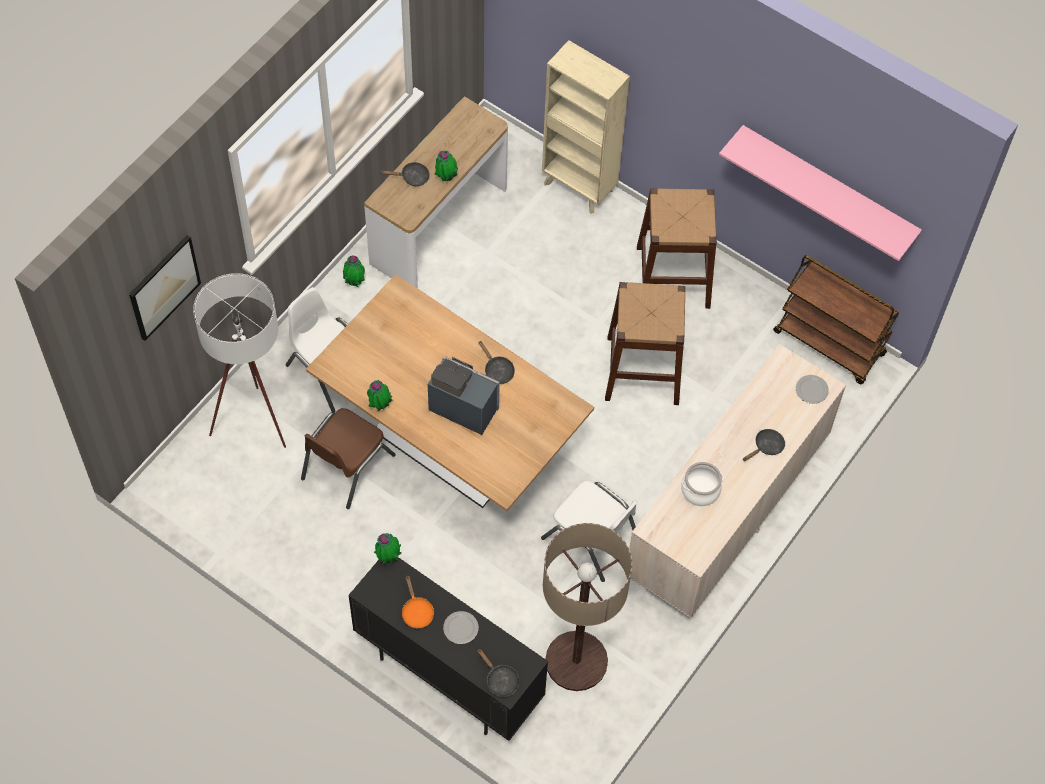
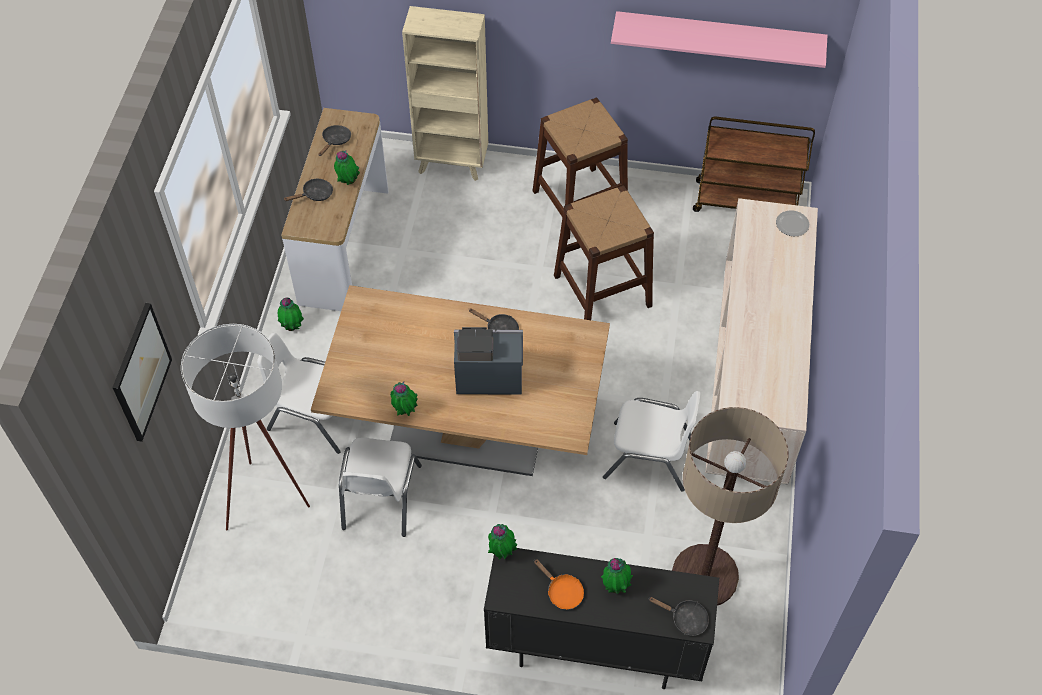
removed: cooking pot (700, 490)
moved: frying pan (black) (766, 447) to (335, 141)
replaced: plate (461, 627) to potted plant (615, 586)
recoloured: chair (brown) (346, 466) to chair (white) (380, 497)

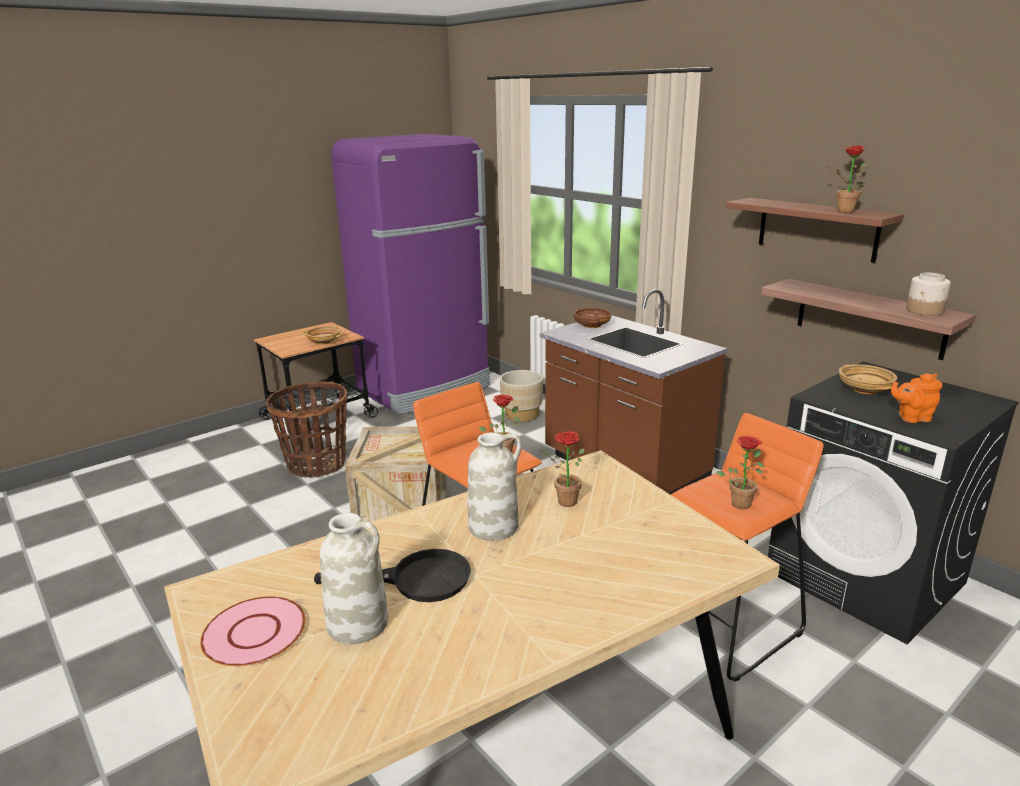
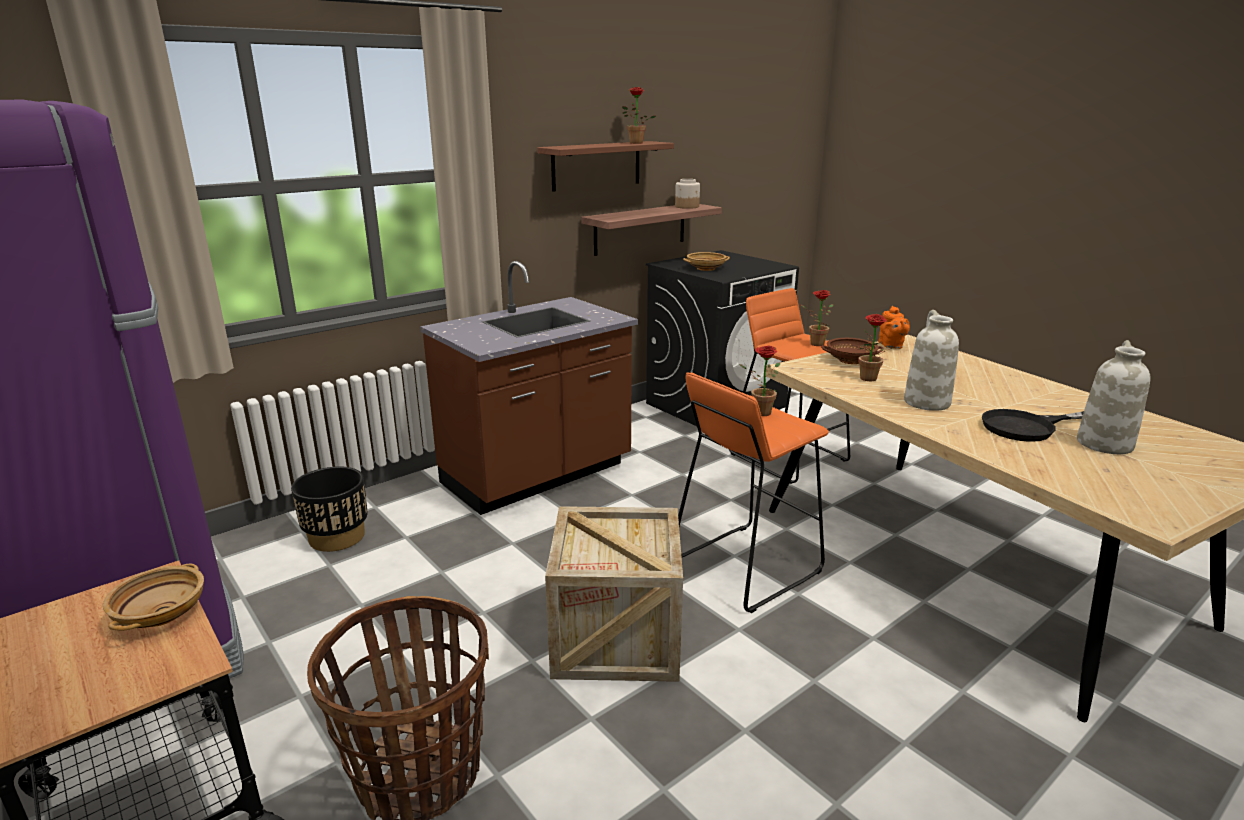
removed: plate (pink) (254, 633)
moved: bowl (brown) (591, 325) to (850, 360); teapot (orange) (911, 418) to (891, 346)
recoloured: planter (beige) (522, 414) to planter (black) (337, 537)
turned: frying pan (black) (415, 579) = (1028, 427) 105 degrees counterclockwise

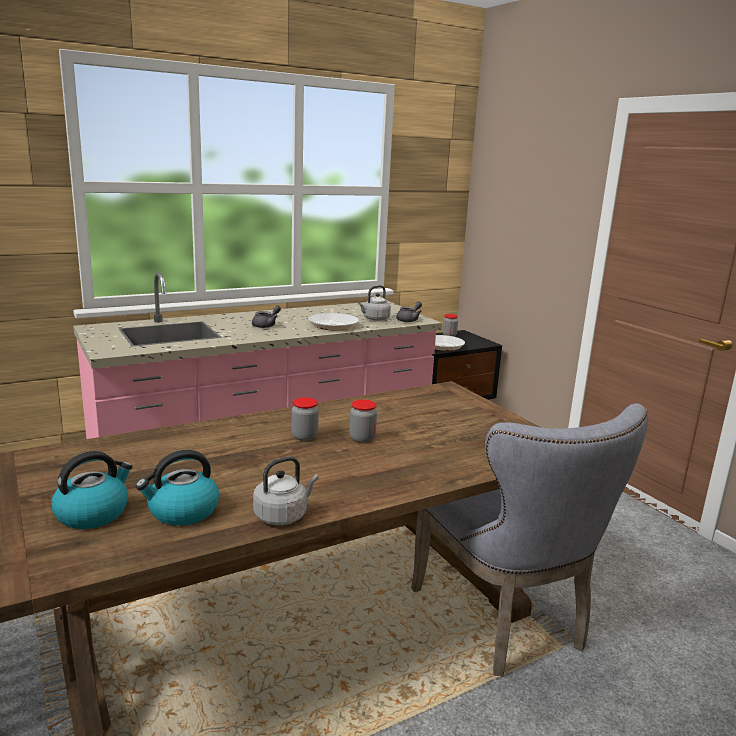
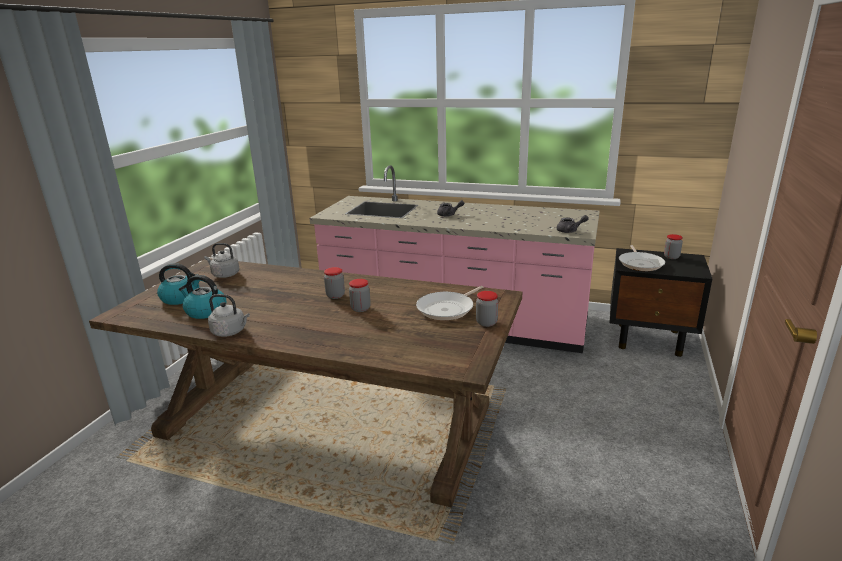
removed: chair (grey) (507, 623)
added: jar (486, 322)
moved: frying pan (333, 324) to (448, 309); kettle (grey) (374, 319) to (224, 275)

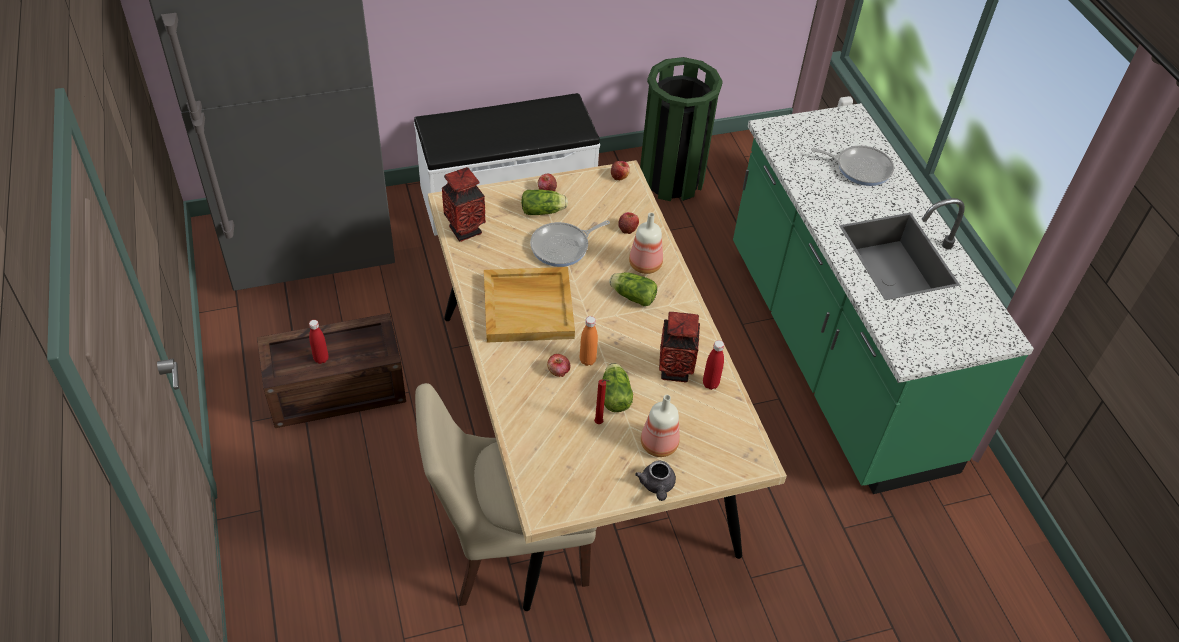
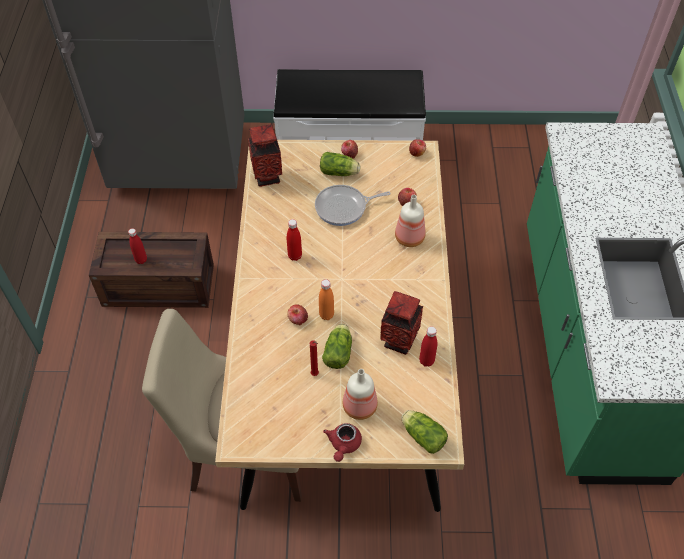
removed: trash can (green) (671, 179); frying pan (860, 168)
moved: lettuce (631, 296) to (422, 435)
replaced: tray (beige) (529, 307) to bottle (red) (295, 256)
recoloured: teapot (grey) (657, 486) to teapot (red) (343, 445)

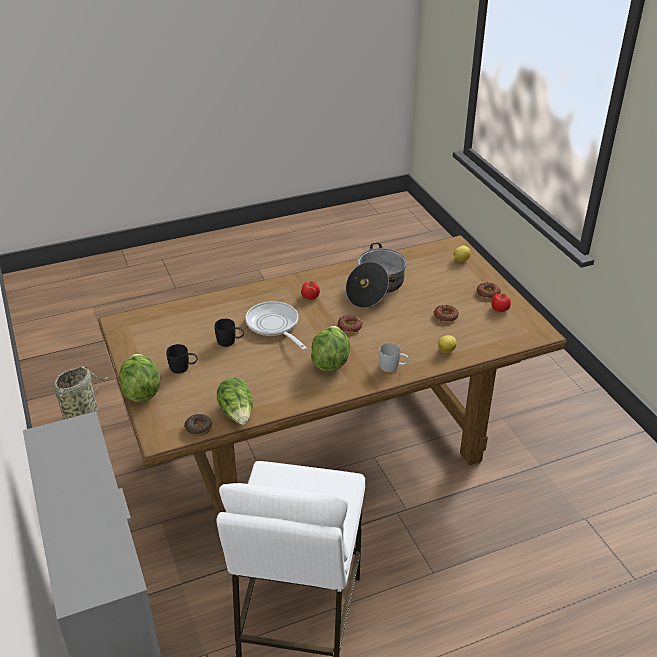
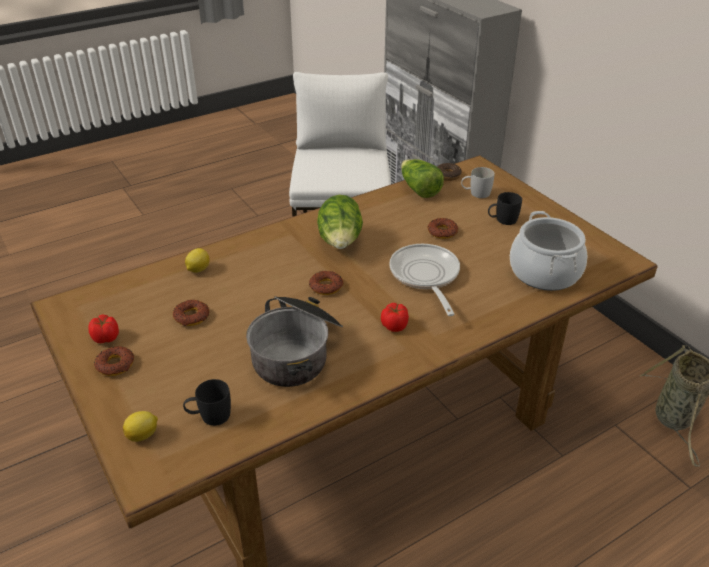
removed: lettuce (141, 390)
added: donut (442, 232); cooking pot (545, 272)
moved: mug (black) (230, 341) to (209, 416); mug (white) (393, 367) to (475, 193)
turned: frying pan (274, 326) = (425, 276) 150 degrees counterclockwise

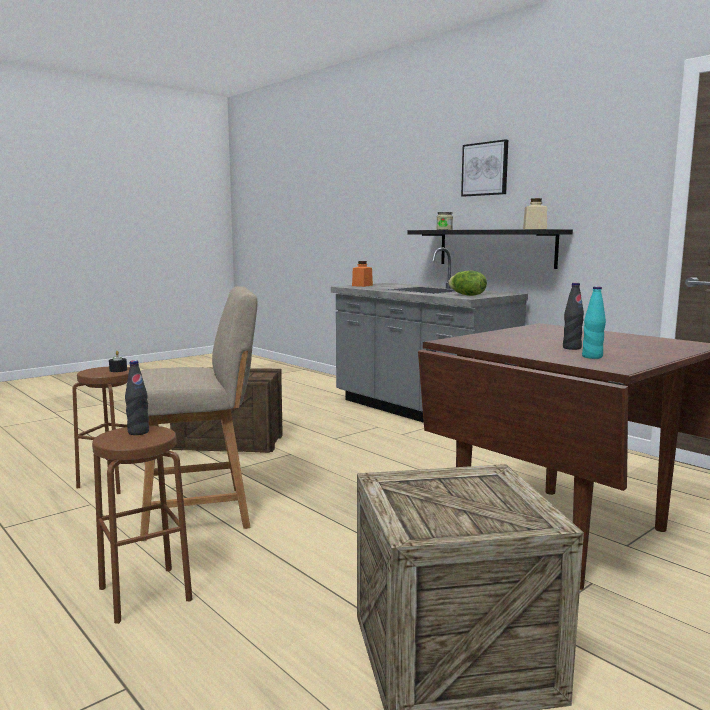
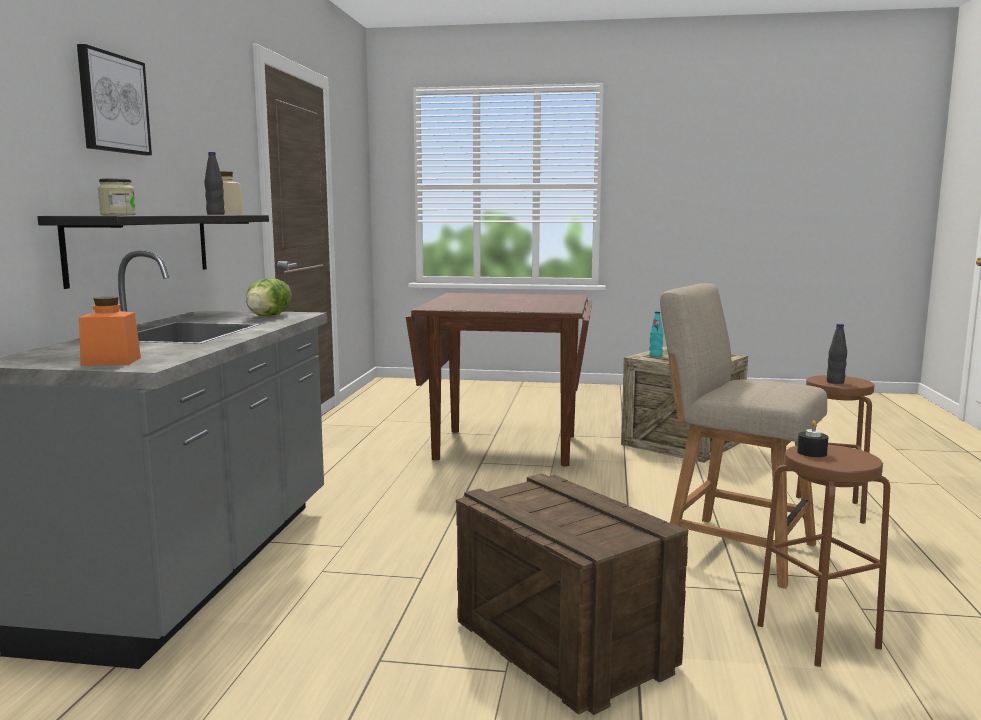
moved: bottle (black) (571, 348) to (215, 214); bottle (turquoise) (592, 357) to (655, 356)

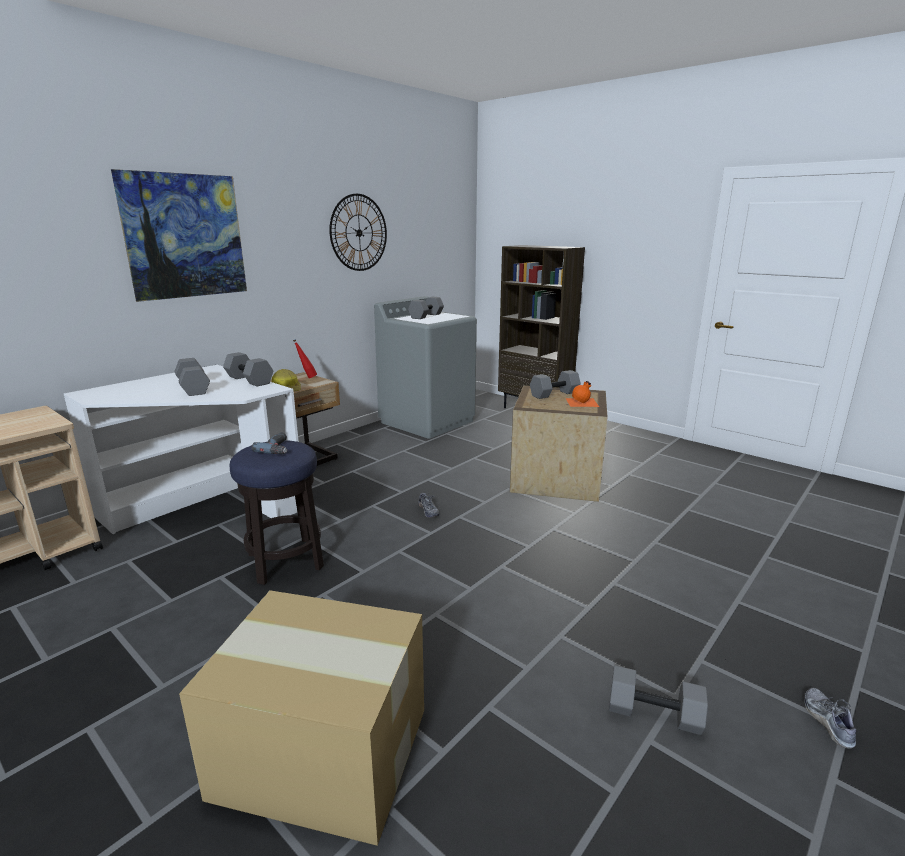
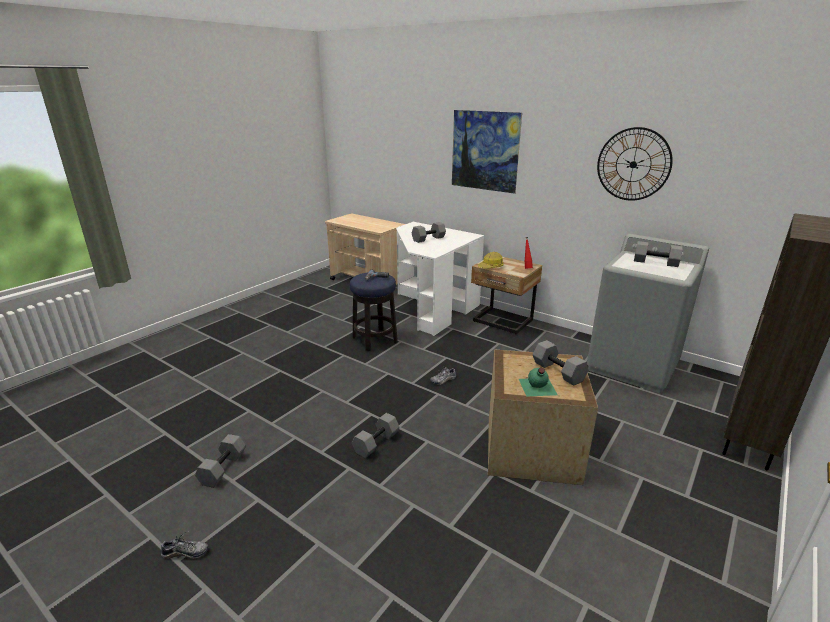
removed: cardboard box (324, 754)
moved: dumbbell (grey) (250, 380) to (376, 443)
recoloured: bottle (orange) (582, 402) to bottle (green) (537, 387)

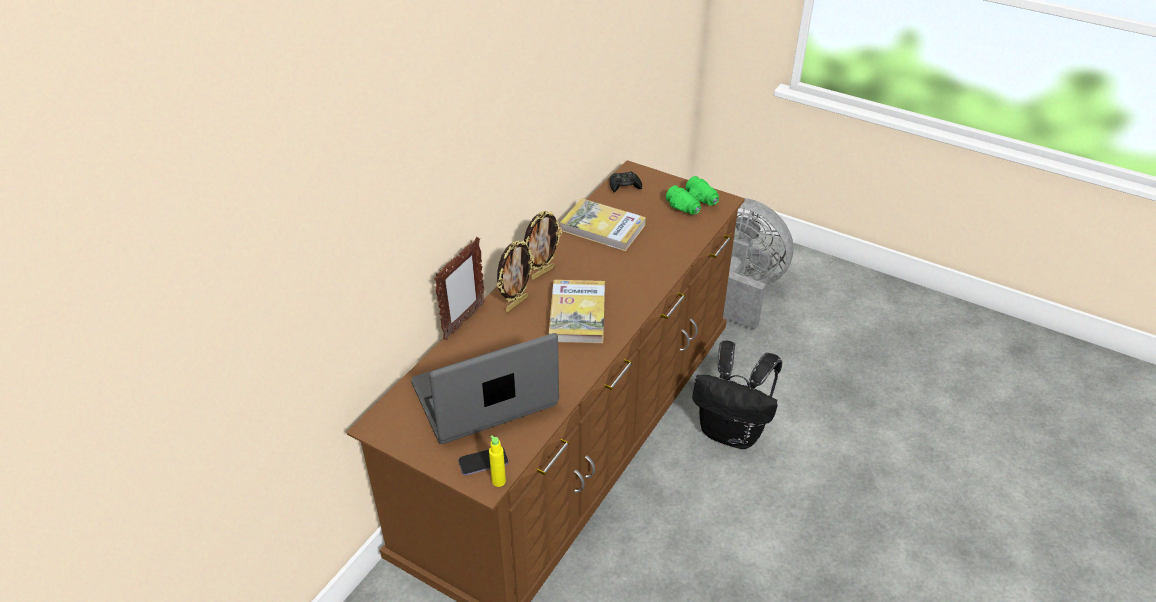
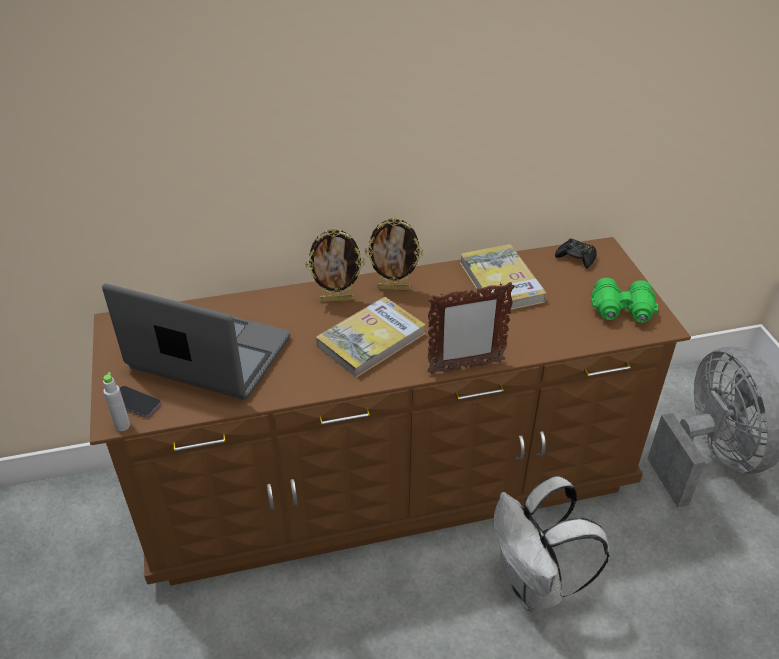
moved: picture frame (464, 321) to (465, 367)
recoloured: bottle (yellow) (498, 481) to bottle (grey) (122, 425); backpack (black) (732, 432) to backpack (white) (534, 585)

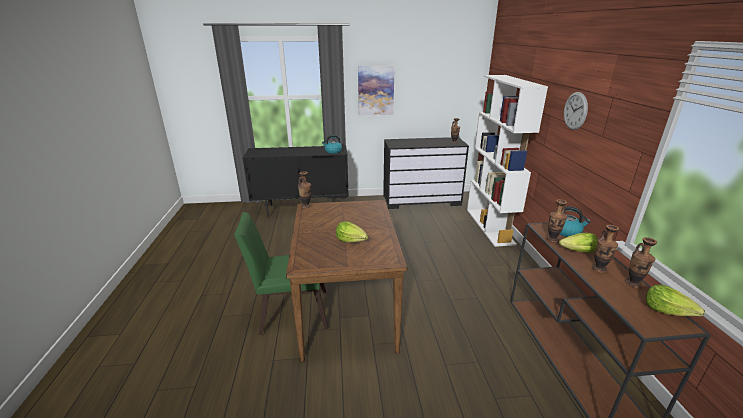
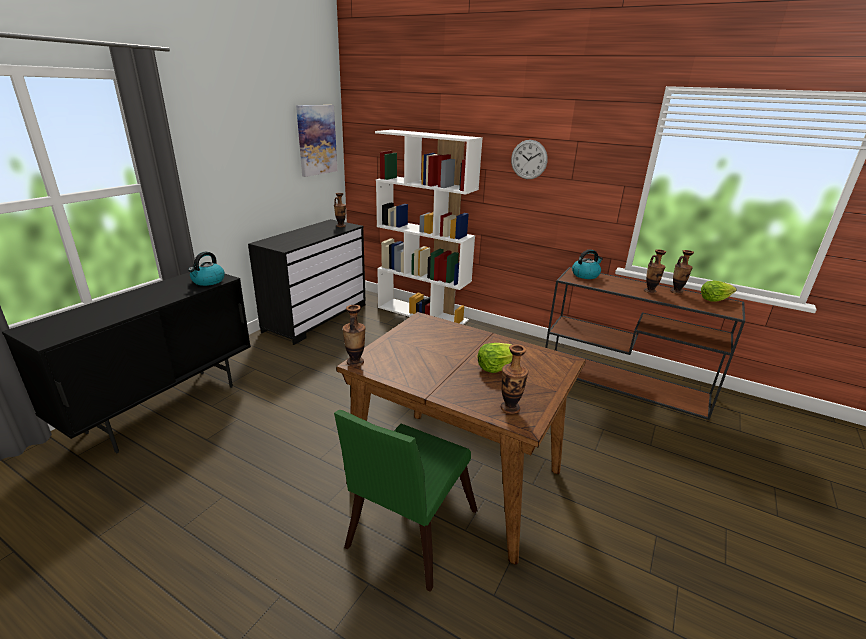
removed: lettuce (578, 251)
moved: picture (376, 90) to (316, 140); vase (552, 239) to (510, 408)

